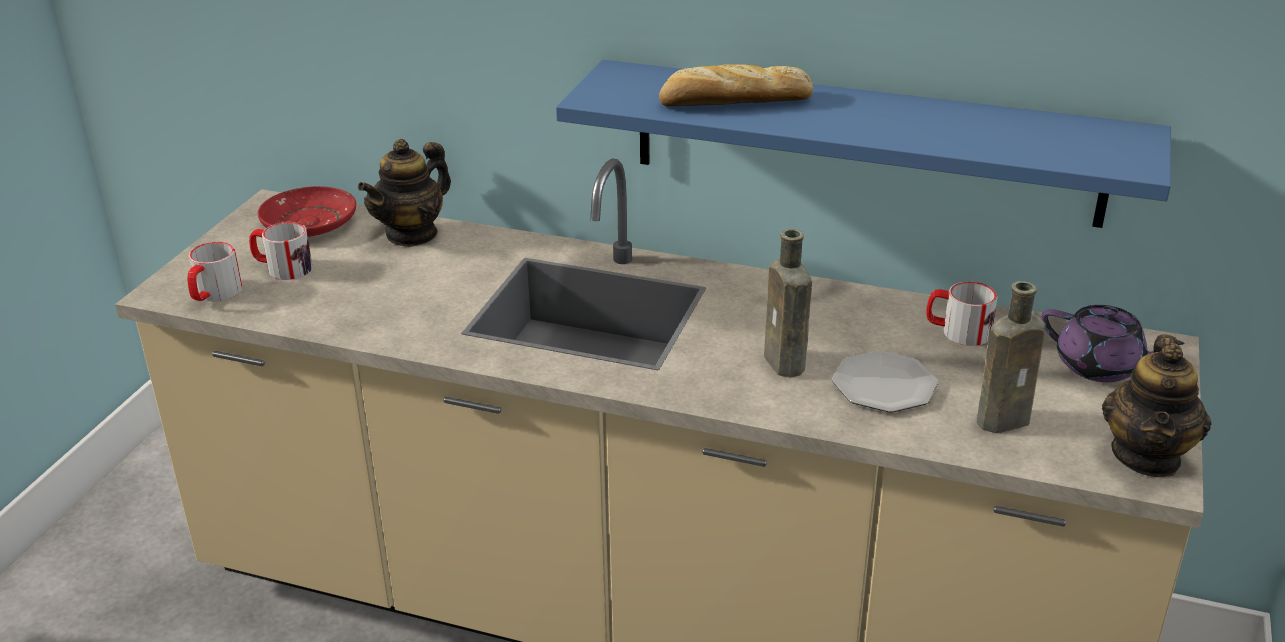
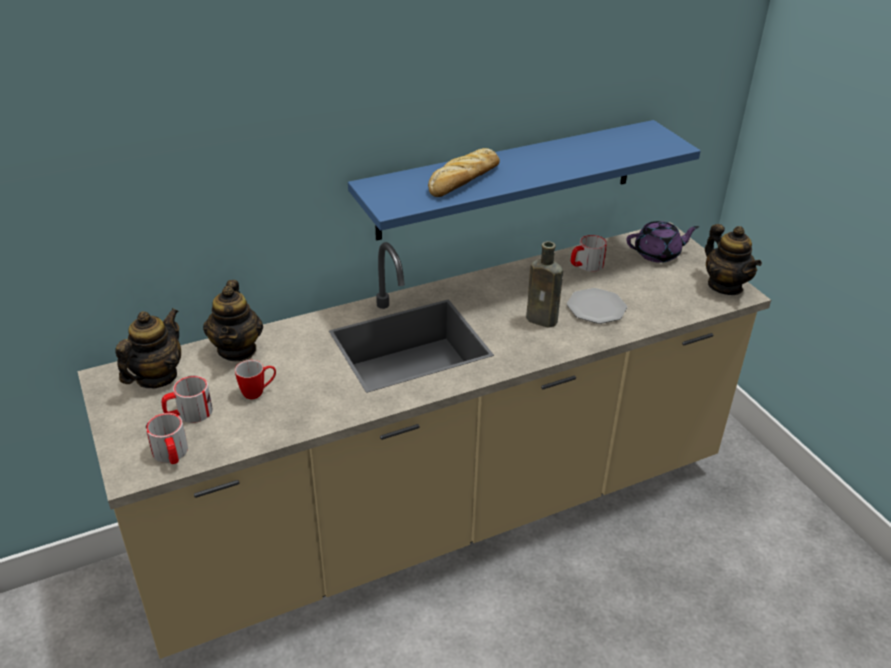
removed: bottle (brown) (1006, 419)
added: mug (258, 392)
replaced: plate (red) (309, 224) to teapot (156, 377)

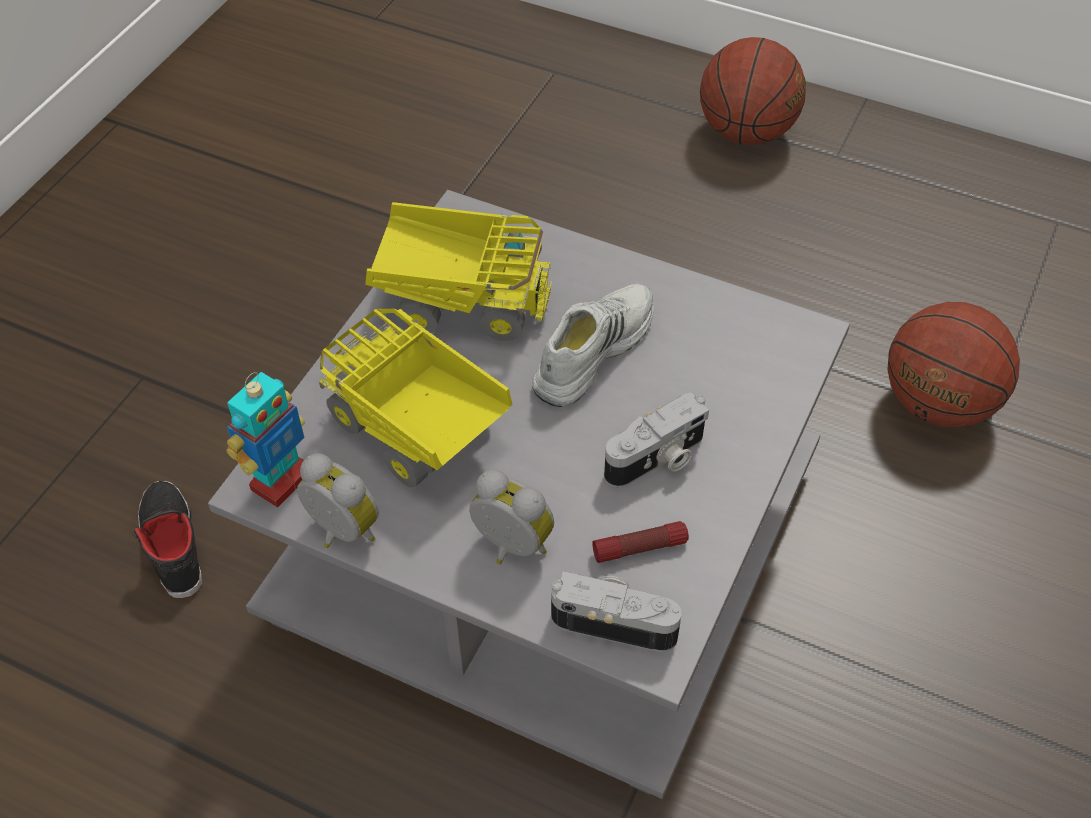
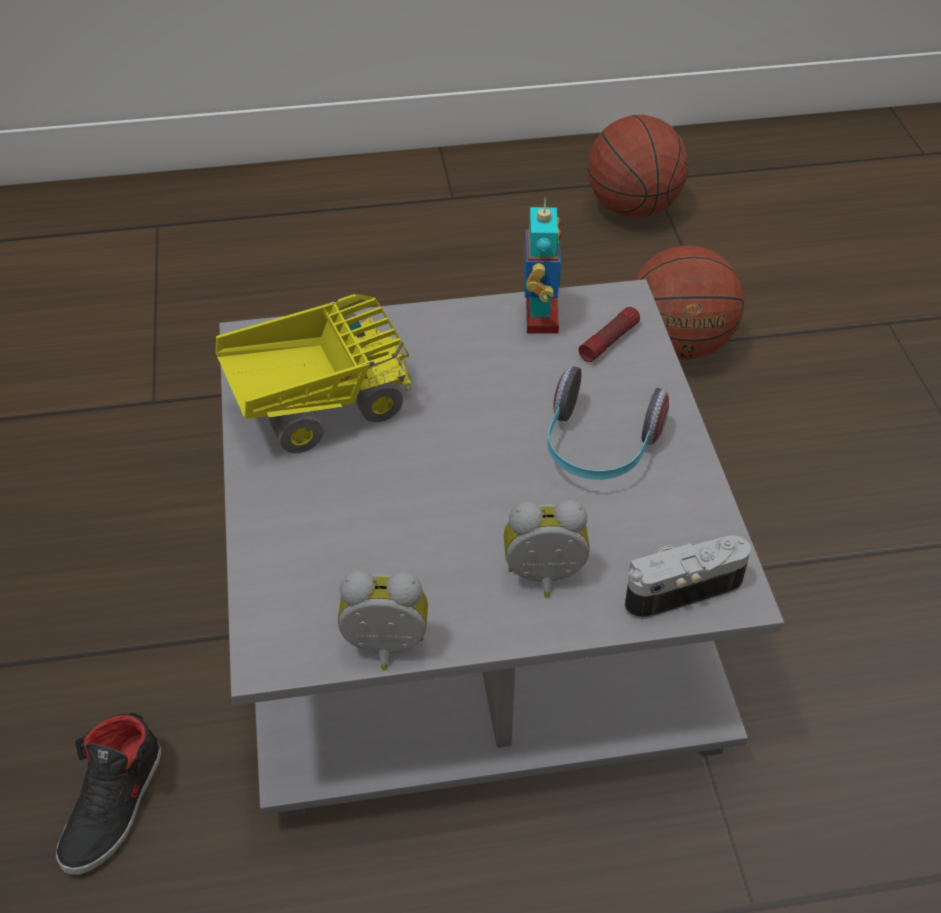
removed: toy truck (416, 432); shoe (white) (592, 350)
moved: toy robot (281, 480) to (540, 318); flashlight (640, 548) to (609, 341); basketball (746, 133) to (633, 208)
replaced: photo camera (657, 460) to headphones (598, 448)
turned: shoe (black) (171, 543) = (114, 806) 105 degrees counterclockwise

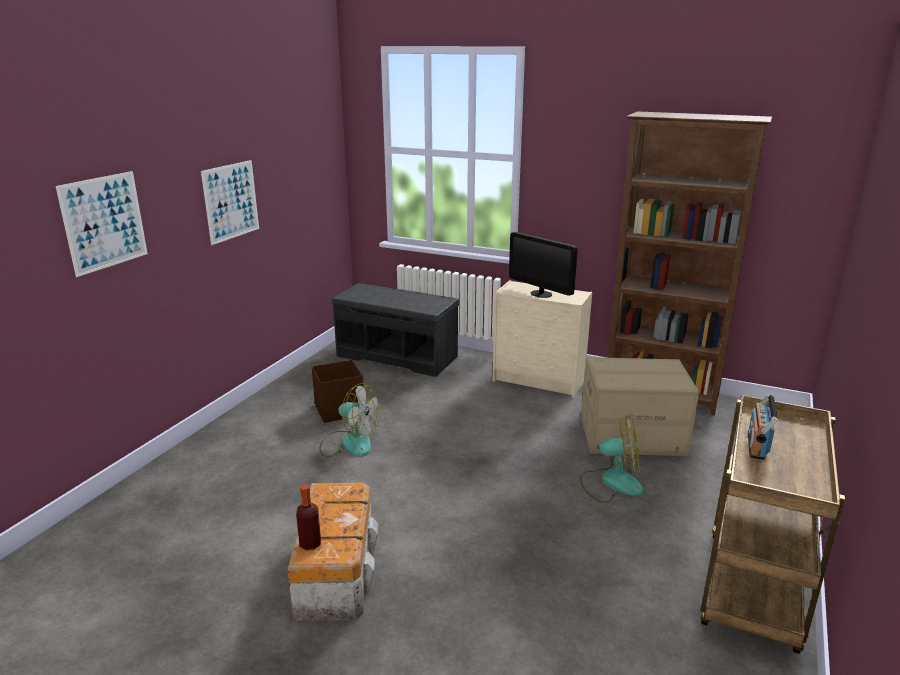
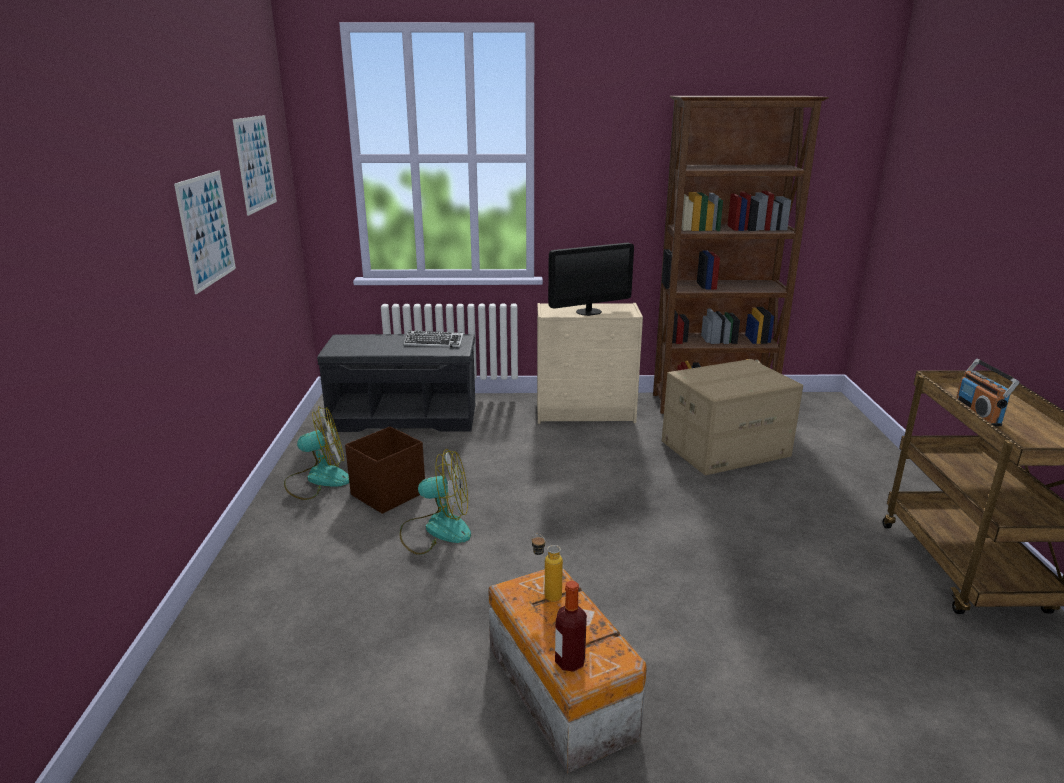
added: keyboard (434, 343); bottle (546, 595)
moved: picture (104, 222) to (255, 163); fan (611, 483) to (318, 479)
turned: monitor (541, 294) = (588, 312) 45 degrees counterclockwise

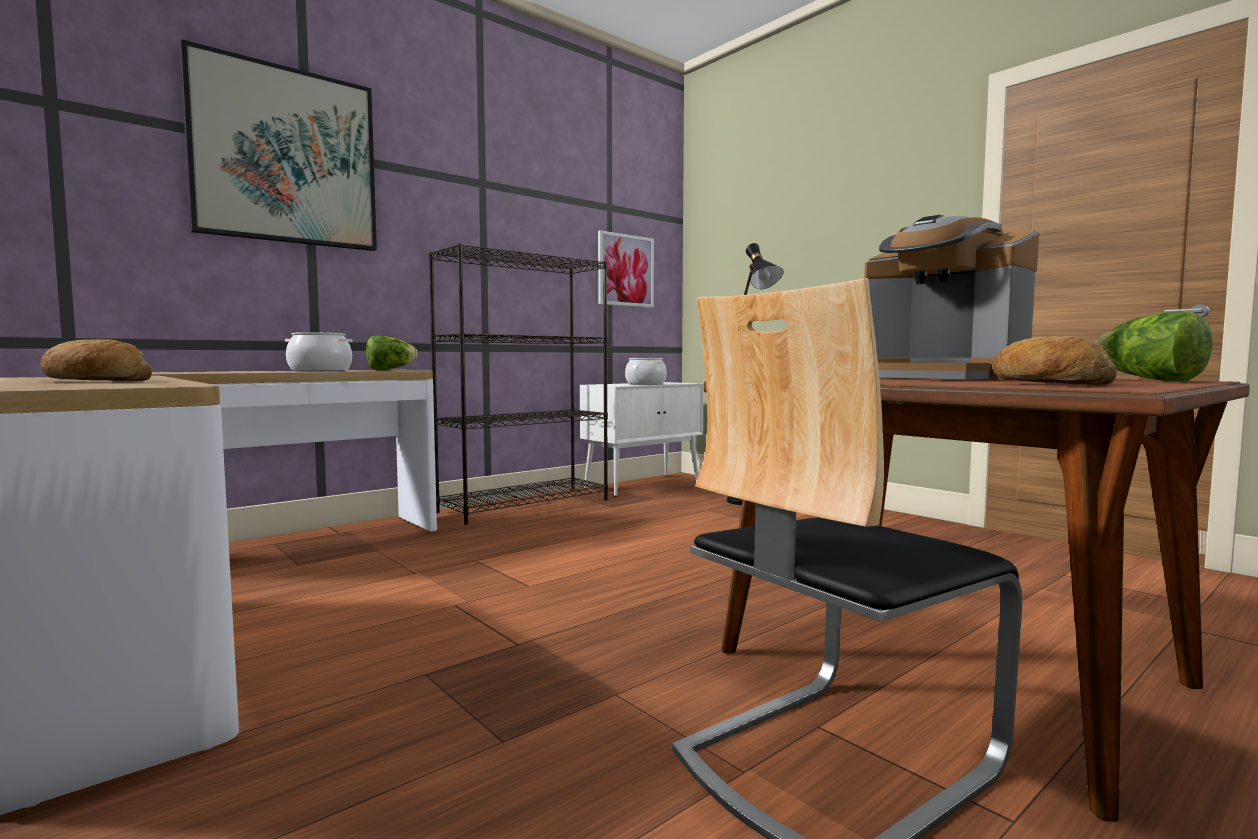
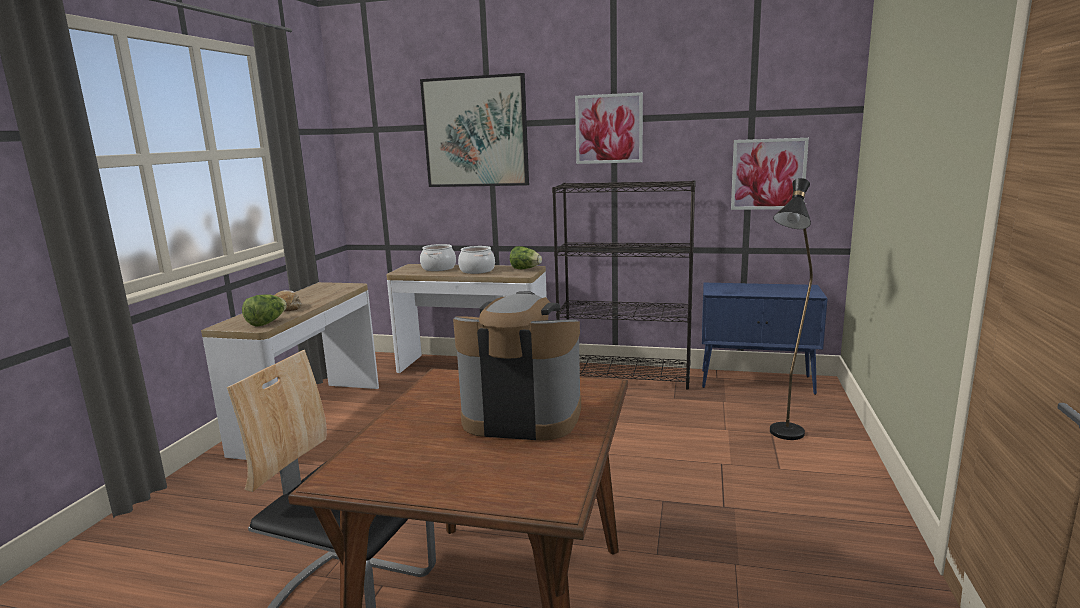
removed: bread (1047, 383)
added: picture (609, 129)
moved: cooking pot (646, 383) to (438, 268); lettuce (1149, 380) to (267, 323)
recoloured: cabinet (white) (643, 485) to cabinet (blue) (757, 382)
turned: coffee machine (943, 378) = (521, 416) 90 degrees clockwise

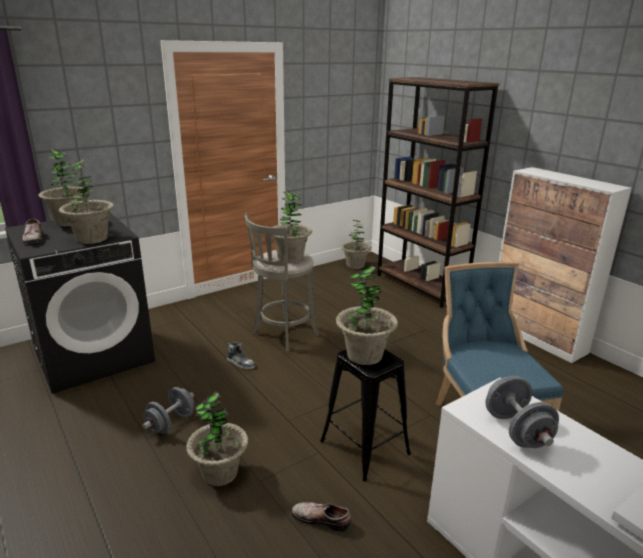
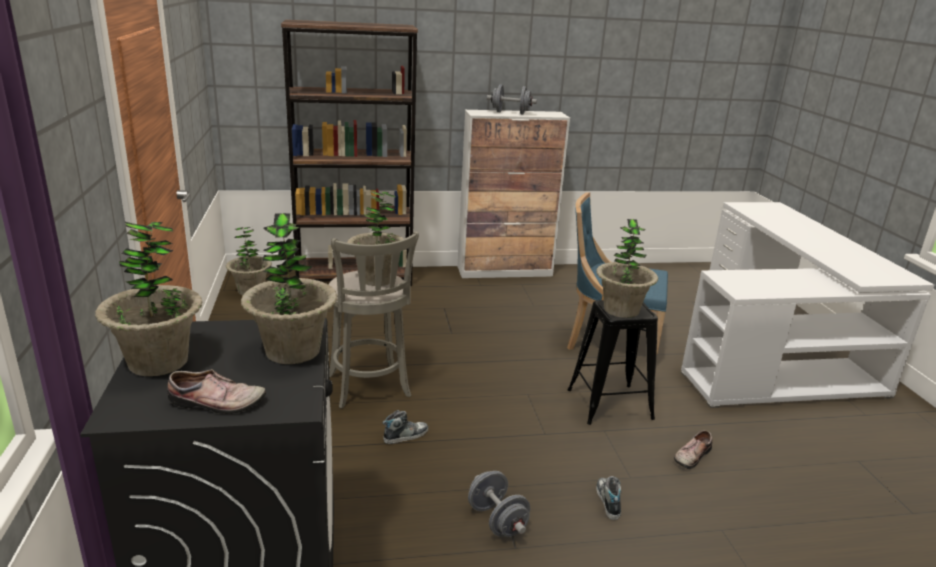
moved: dumbbell (grey) (516, 431) to (510, 113)
replaced: potted plant (220, 473) to shoe (607, 501)

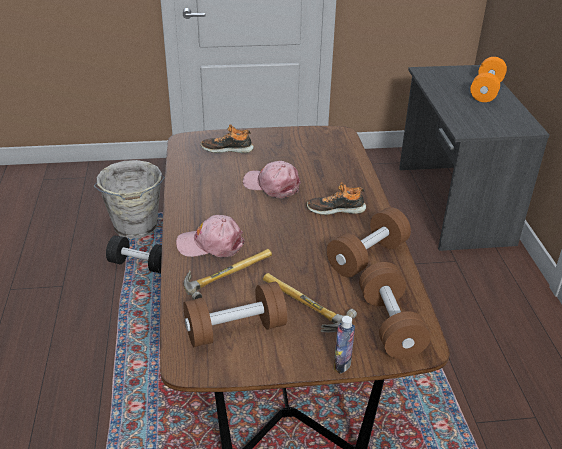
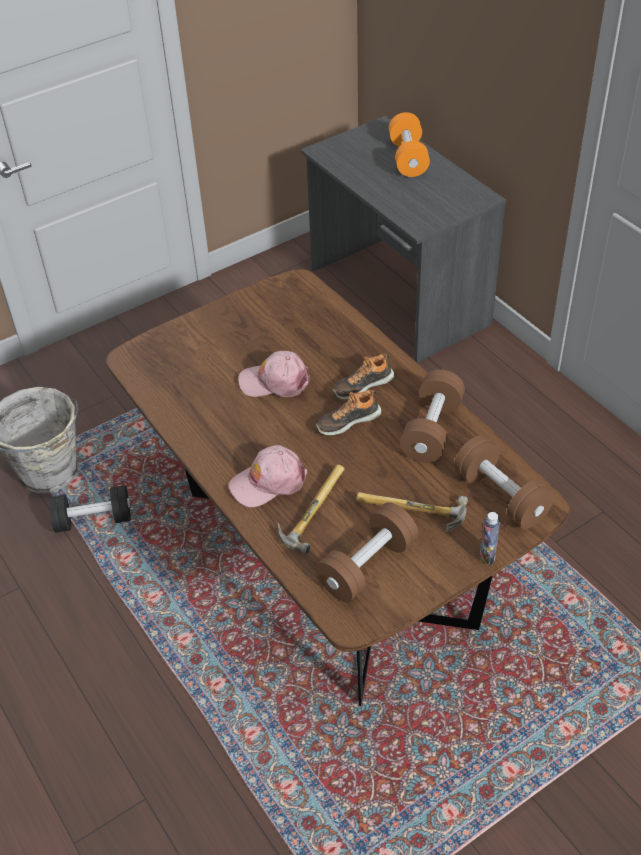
moved: shoe (227, 149) to (348, 421)

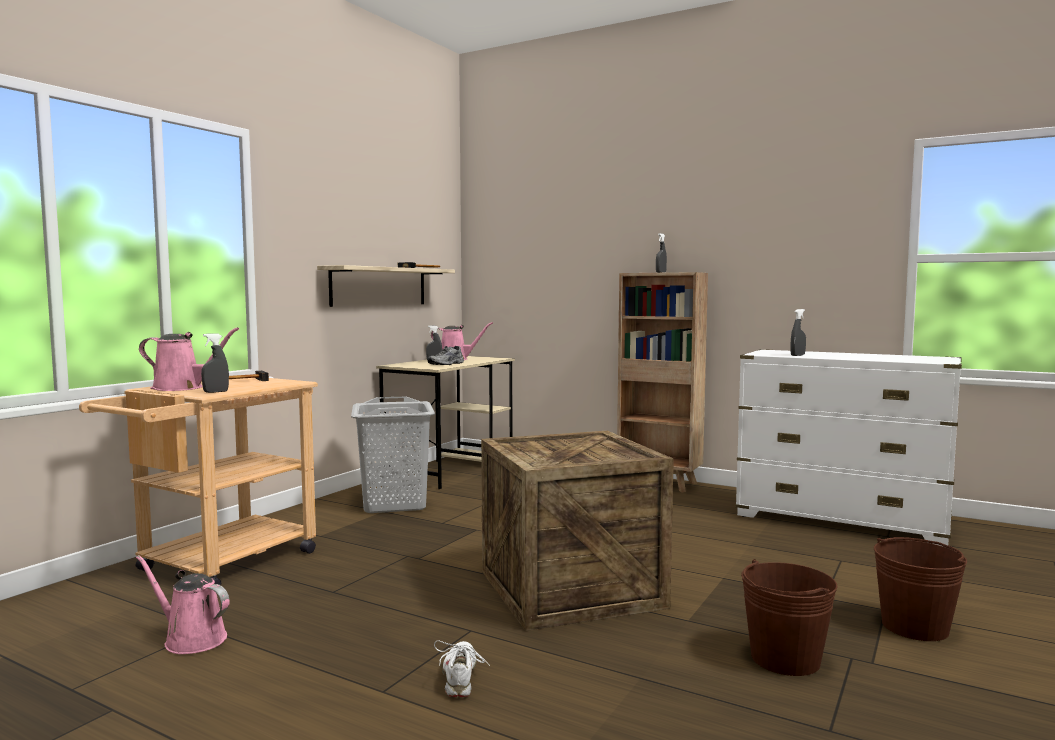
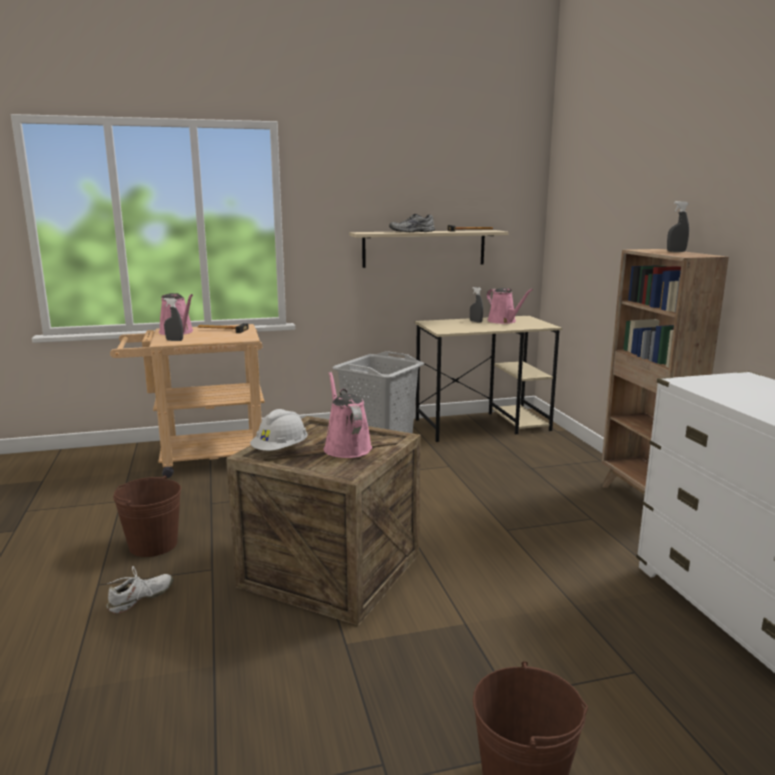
removed: spray bottle (grey) (797, 355)
added: hard hat (white) (280, 450)
moved: watering can (pink) (191, 639) to (346, 447); shoe (grey) (447, 364) to (412, 232); bucket (brown) (785, 659) to (153, 545)

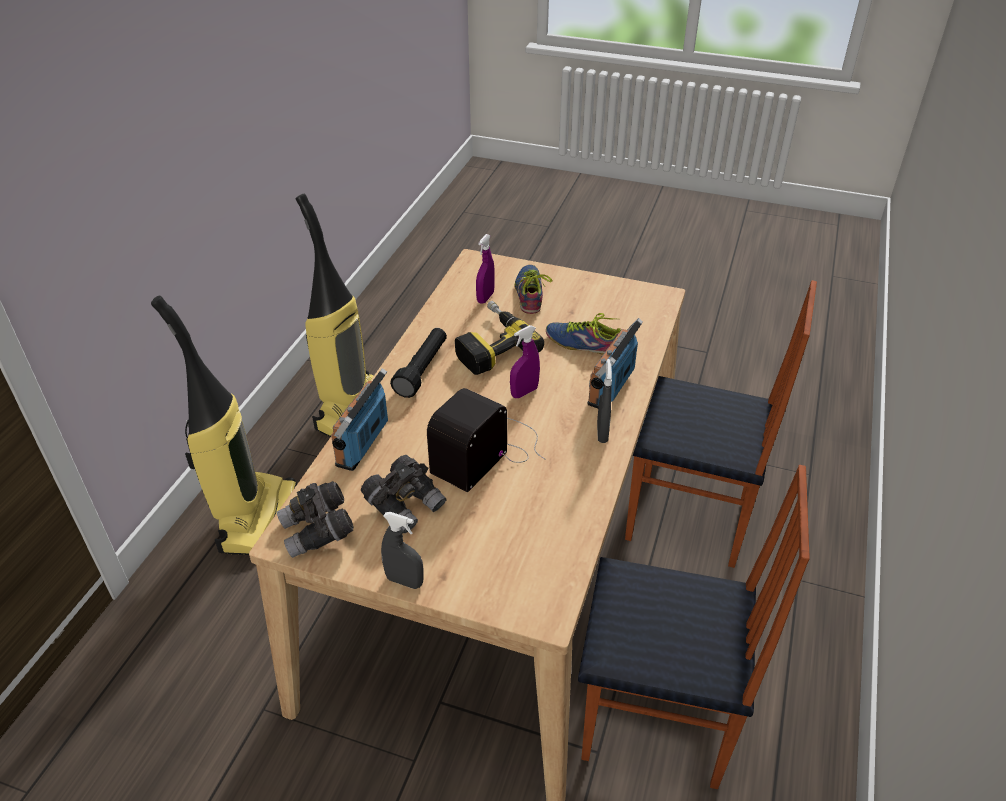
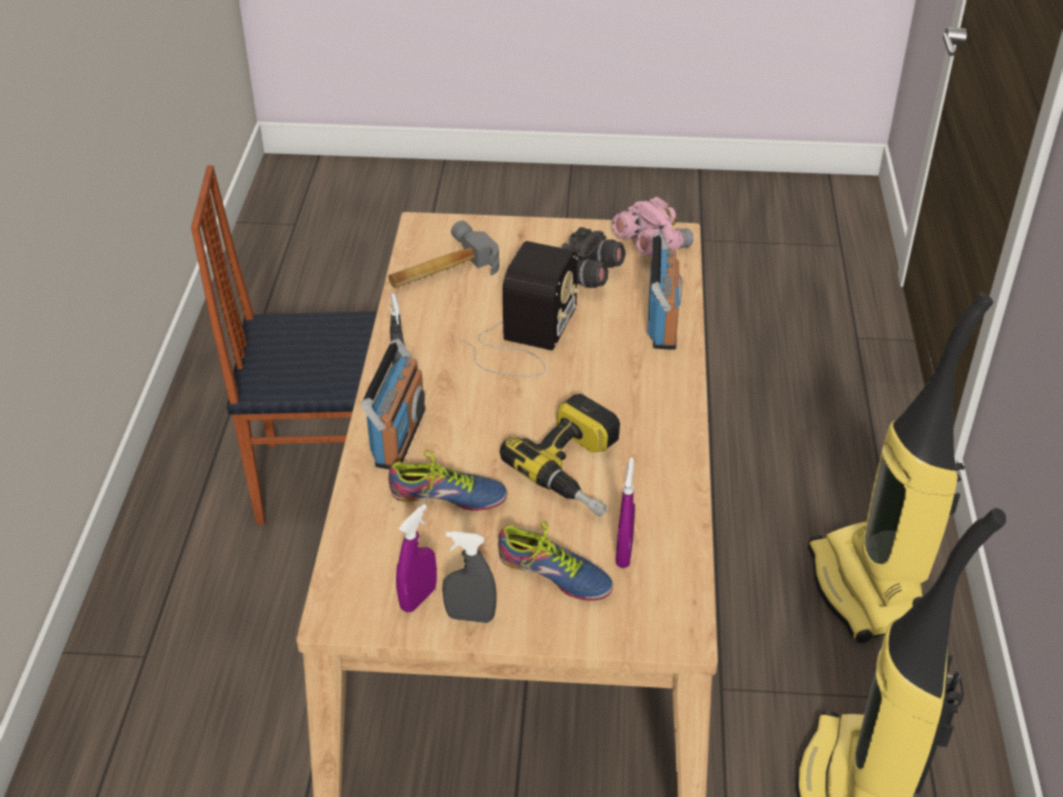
removed: flashlight (black) (422, 370); chair (688, 521)
added: hammer (439, 269)
moved: spray bottle (grey) (404, 581) to (470, 616); spray bottle (purple) (524, 392) to (418, 598)
recoloured: binoculars (grey) (318, 532) to binoculars (pink) (651, 246)
turned: shoe (532, 293) = (553, 577) 45 degrees counterclockwise

